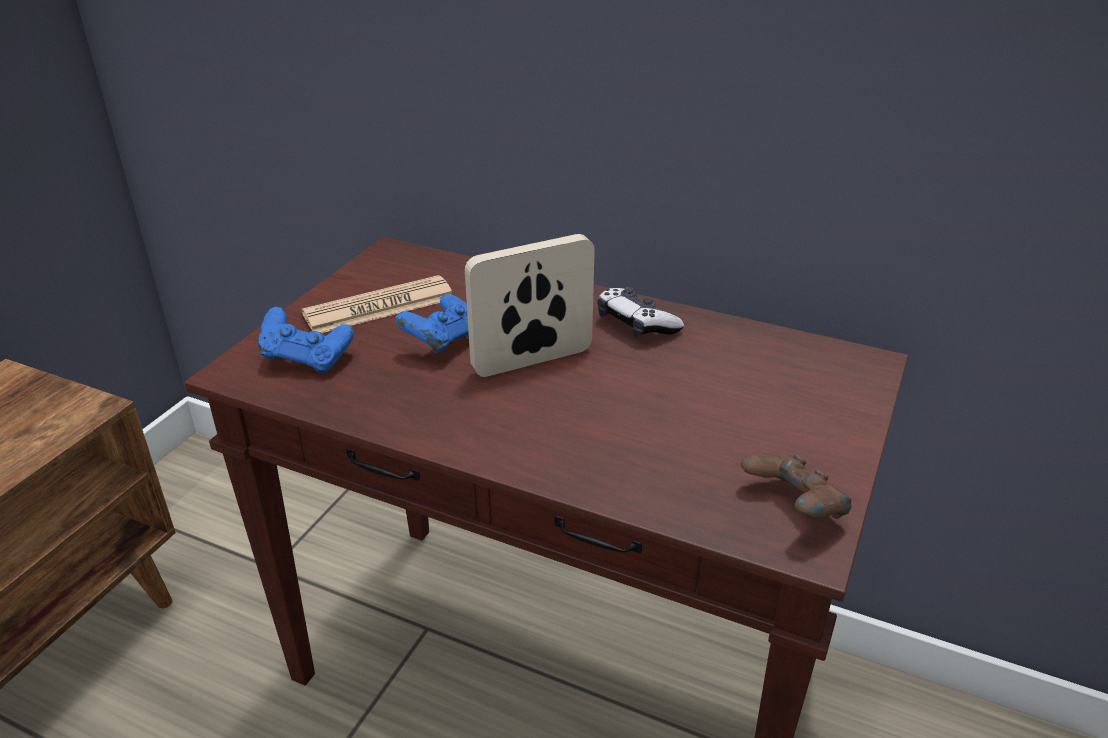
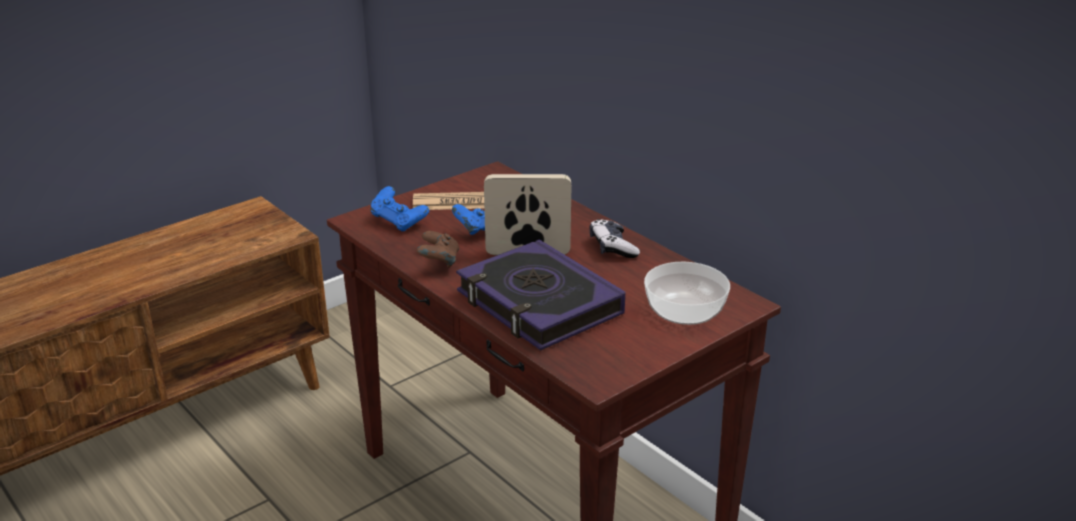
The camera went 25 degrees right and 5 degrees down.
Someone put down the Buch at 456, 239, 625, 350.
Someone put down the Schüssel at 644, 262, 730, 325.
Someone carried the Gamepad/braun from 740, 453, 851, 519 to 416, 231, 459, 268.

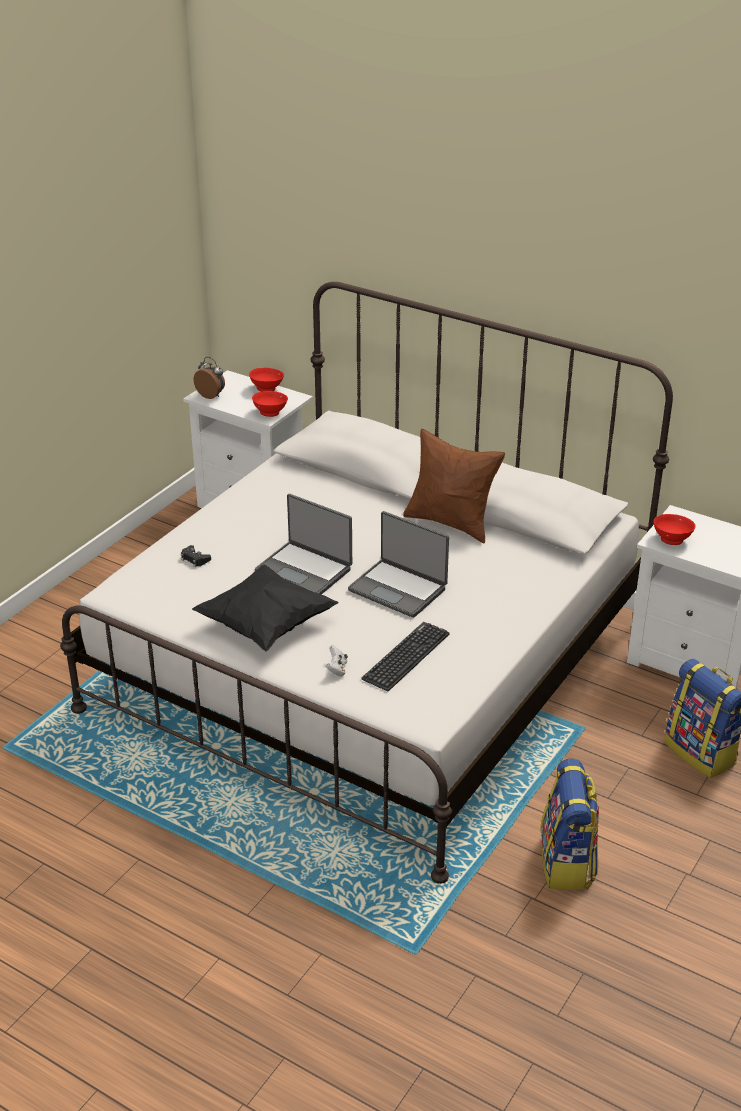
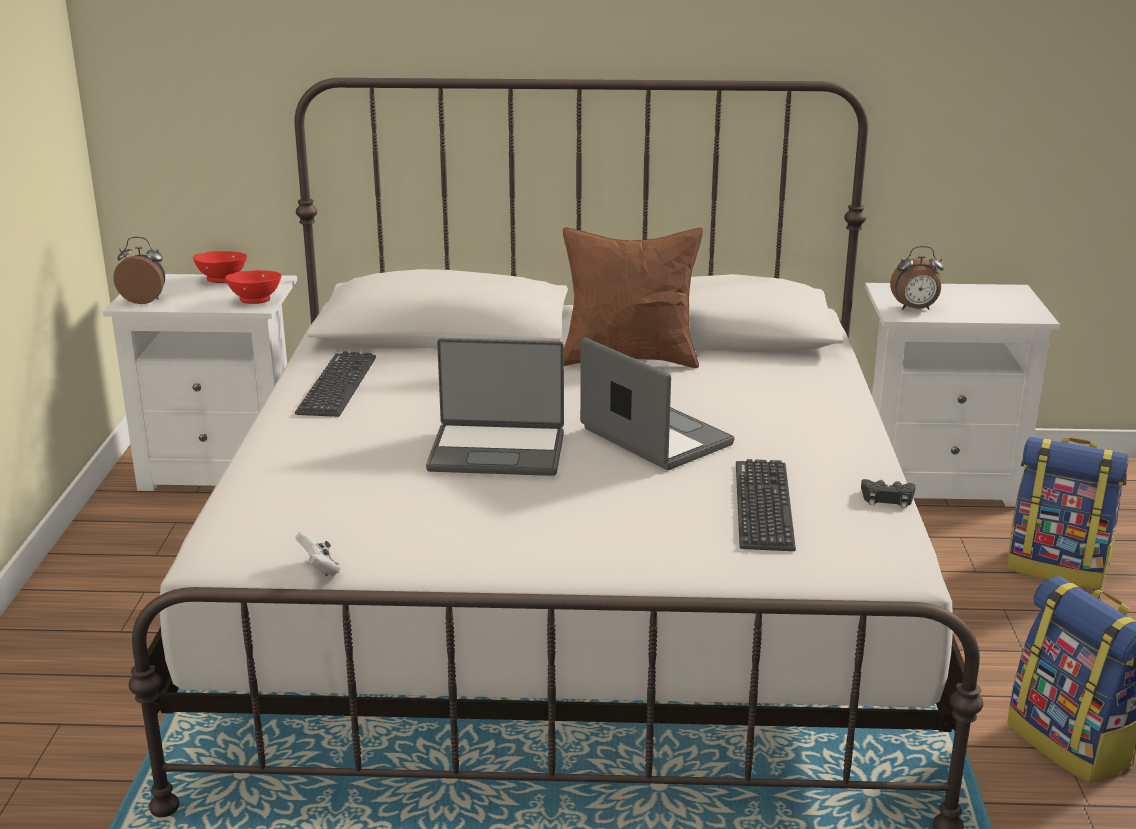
The camera went 30 degrees left and 10 degrees down.
Someone took away the Kissen/schwarz at 192, 565, 339, 651.
Someone put down the Tastatur at 295, 352, 376, 417.
Someone carried the Gamepad/schwarz from 181, 545, 211, 567 to 861, 479, 916, 508.
Someone carried the Gamepad/weiß from 326, 645, 348, 676 to 295, 532, 340, 576.
Someone swapped the Schüssel/rot at 654, 514, 696, 545 for the Wecker at 890, 246, 944, 310.
Someone rotated the Laptop at 348, 511, 449, 618 by 135 degrees counterclockwise.

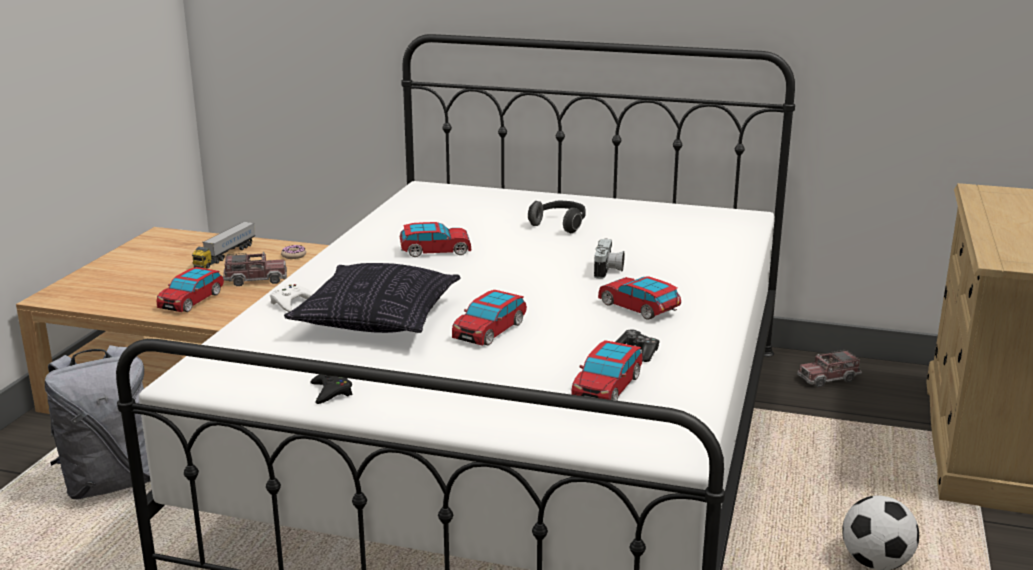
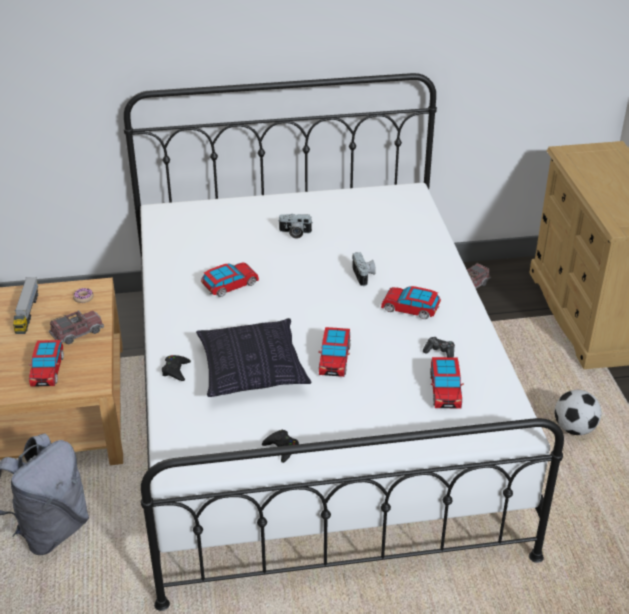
The camera went 25 degrees left and 15 degrees up.
Someone swapped the Kopfhörer at 528, 201, 586, 233 for the Kamera at 279, 214, 312, 239.
Someone repainted the Gamepad/weiß at 270, 284, 314, 312, which became the Gamepad/schwarz at 162, 355, 191, 381.

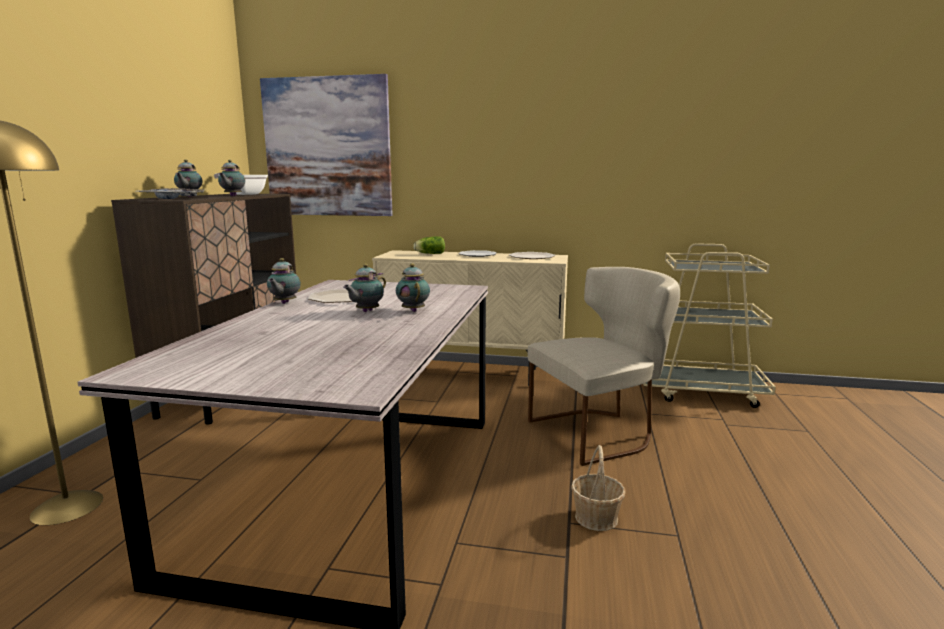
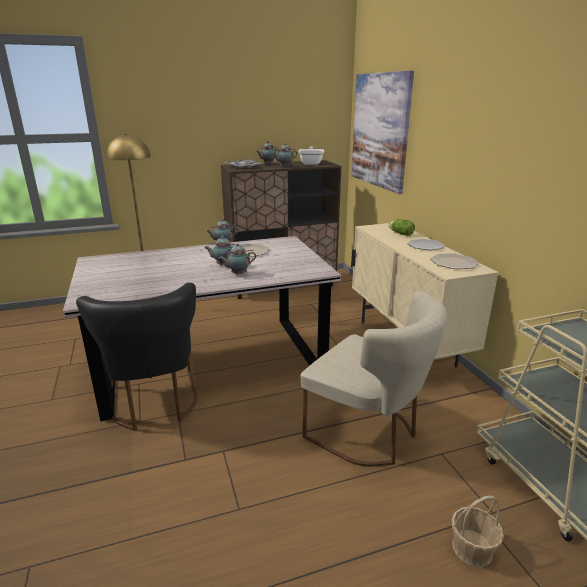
The camera went 60 degrees right and 10 degrees up.
Someone put down the Stuhl/schwarz at 76, 283, 197, 431.
Someone carried the Korb from 571, 445, 626, 531 to 451, 496, 504, 567.
Someone rotated the Teekanne at 396, 263, 430, 312 by 150 degrees counterclockwise.

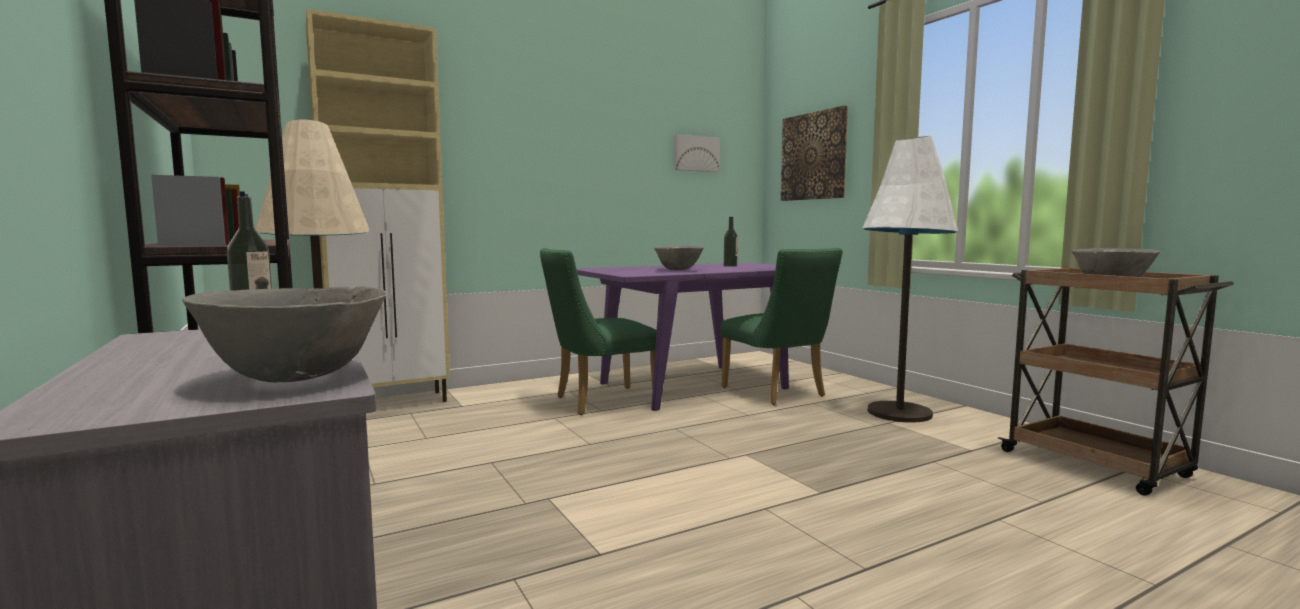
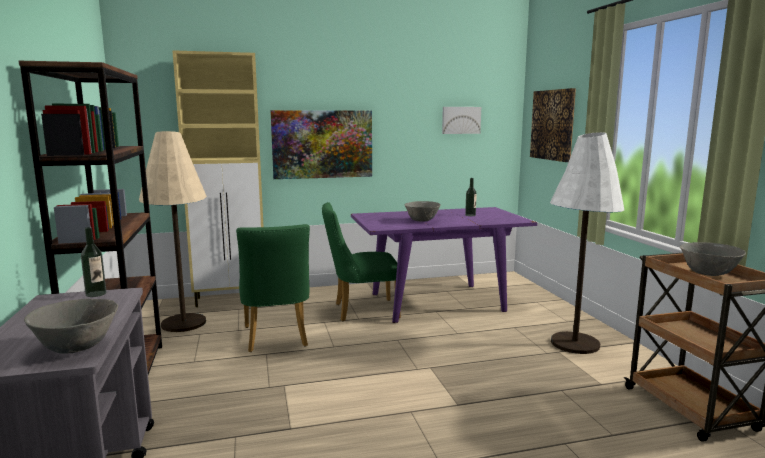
The camera went 15 degrees right and 5 degrees up.
Someone put up the Bild at 270, 110, 372, 179.
Someone carried the Stuhl/grün from 721, 248, 843, 405 to 236, 224, 310, 352.

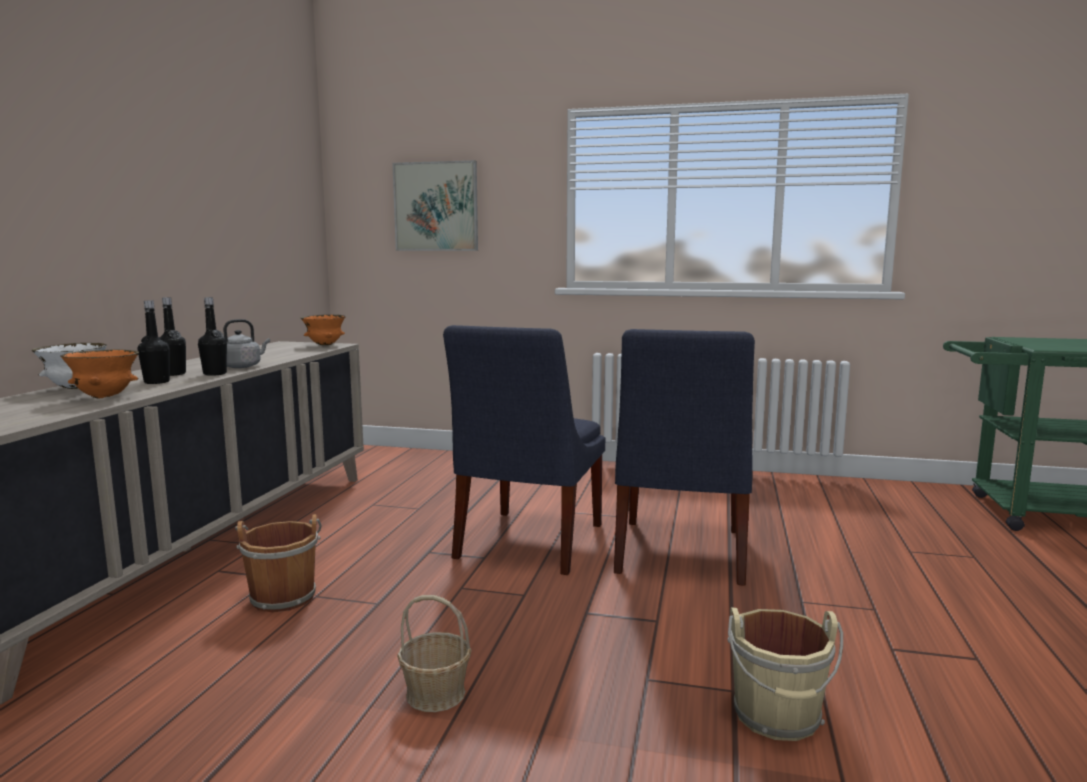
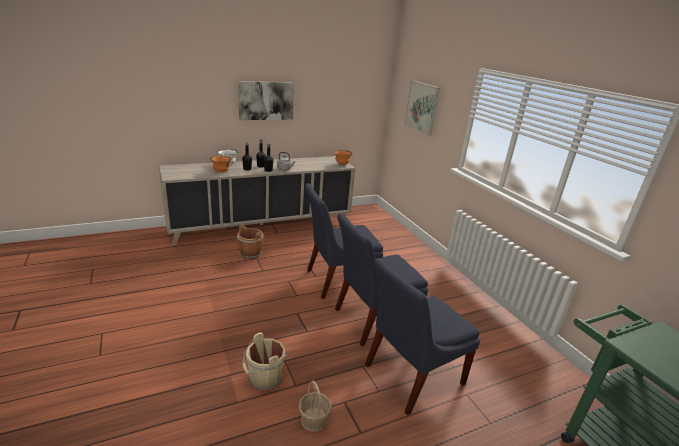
The camera went 50 degrees right and 15 degrees up.
Someone put up the Bild at 238, 81, 294, 120.
Someone put down the Stuhl/blau at 365, 259, 480, 415.
Someone carried the Korb from 397, 595, 471, 712 to 299, 381, 332, 432.

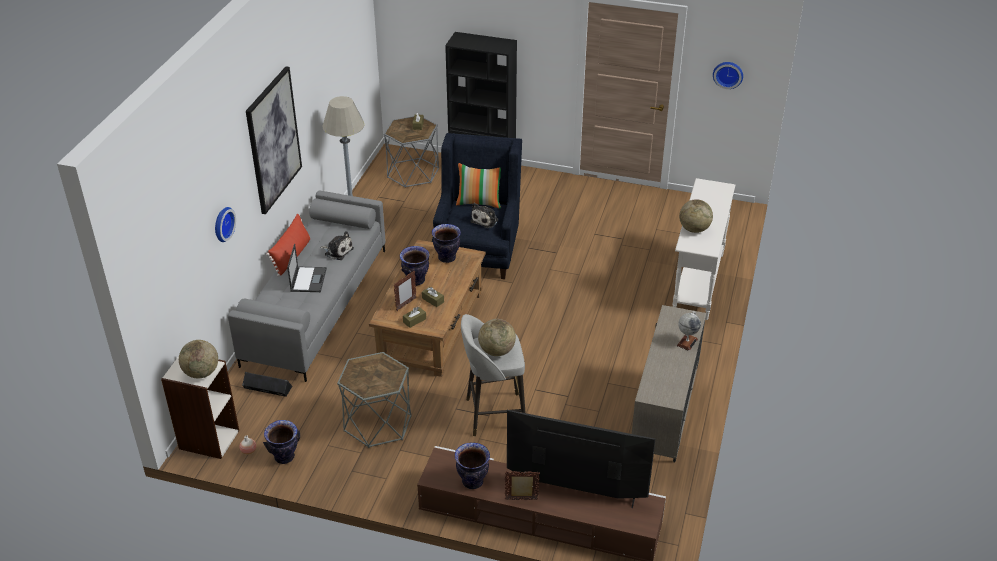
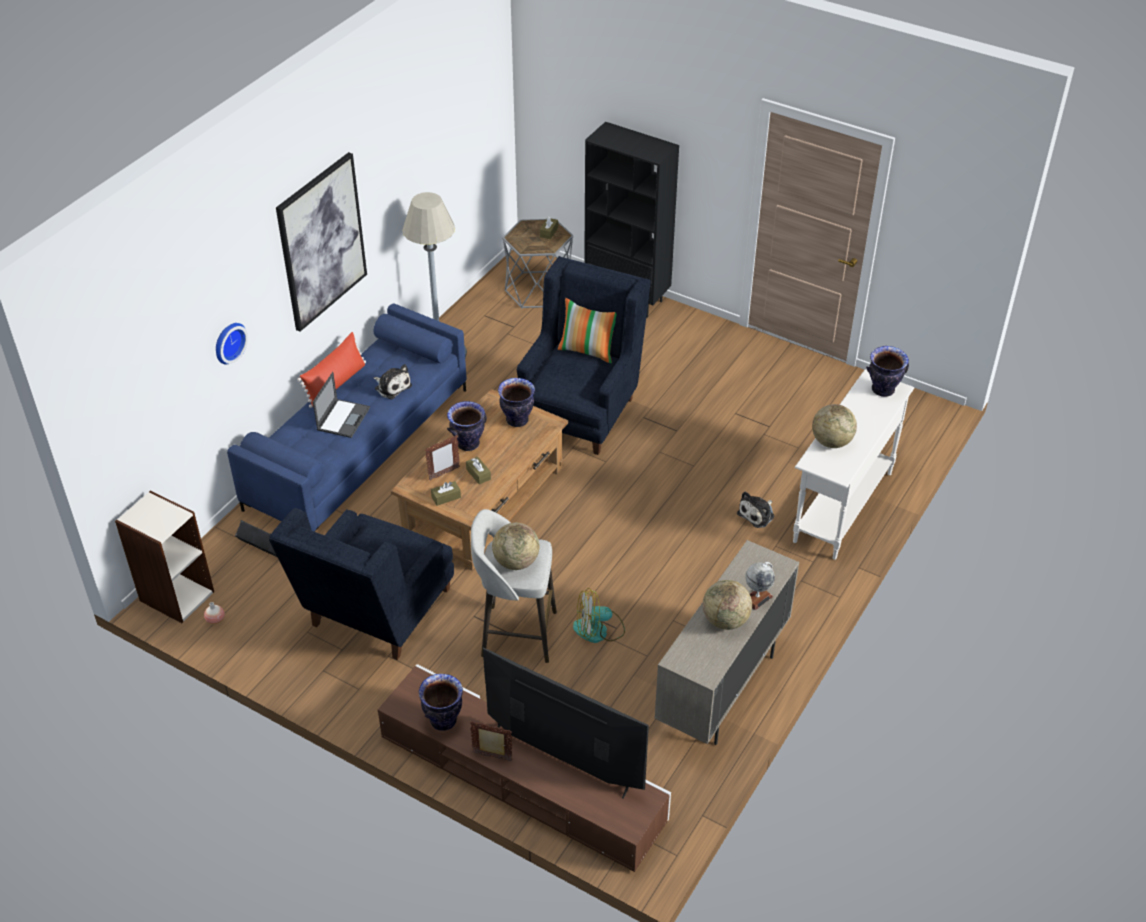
The camera went 15 degrees right and 5 degrees up.
Someone took away the Wanduhr at 713, 62, 743, 89.
Someone put down the Ventilator at 573, 588, 625, 643.
Someone carried the Globus from 179, 340, 218, 379 to 703, 580, 752, 630.
Someone carried the Vase from 263, 420, 300, 464 to 866, 346, 909, 397.
Someone carried the Plüschtier from 470, 203, 498, 228 to 737, 491, 774, 528.
Someone swapped the Beistelltisch/grau at 337, 352, 412, 448 for the Sessel/blau at 269, 508, 454, 660.
Someone repainted the Sofa/grau at 228, 190, 386, 382, which became the Sofa/blau at 227, 303, 467, 532.

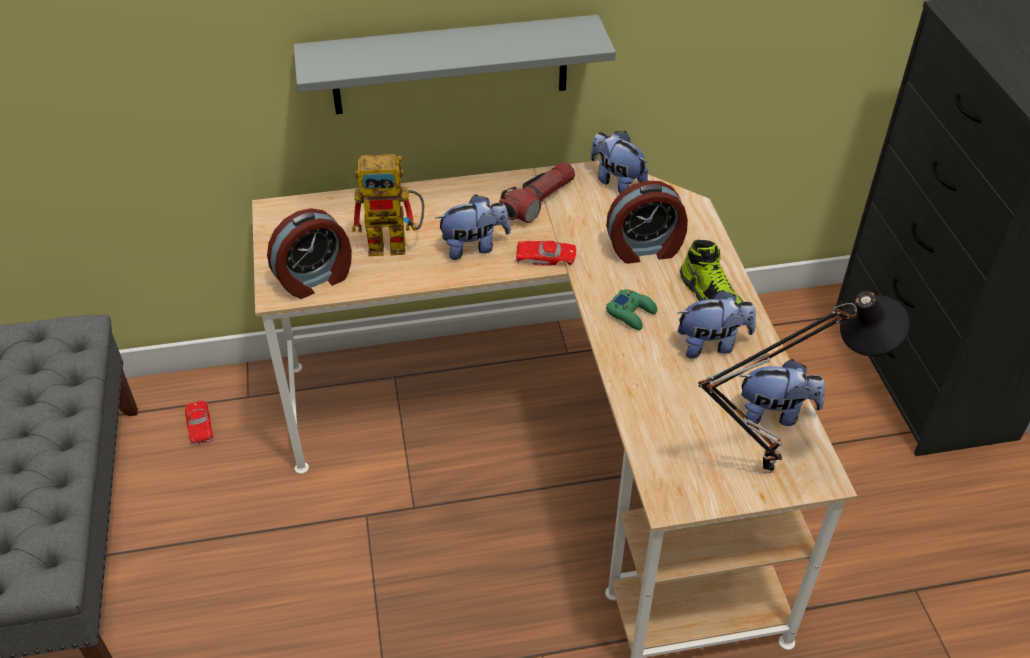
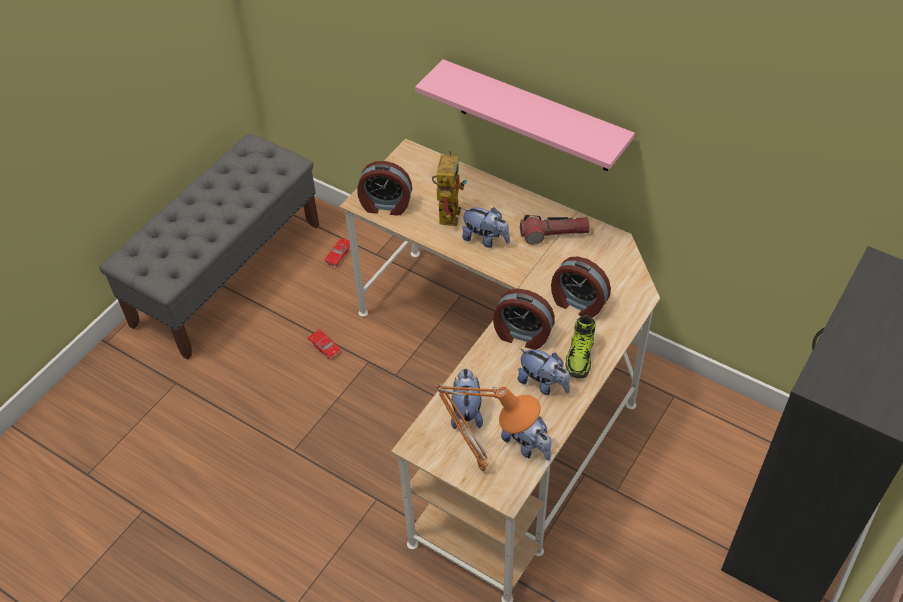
The camera went 45 degrees right and 5 degrees up.
Someone carried the Spielzeugauto/rot from 515, 241, 576, 266 to 307, 329, 341, 359.
Someone carried the Plüschtier from 591, 131, 648, 194 to 451, 368, 483, 429.
Someone swapped the Gamepad/grün at 606, 289, 657, 330 for the Wecker at 493, 289, 555, 350.
Someone repainted the Wandregal/grau at 293, 15, 616, 114, which became the Wandregal/rosa at 415, 59, 635, 171.
Someone repainted the Tischlampe/schwarz at 698, 291, 910, 473, which became the Tischlampe/orange at 435, 384, 541, 473.
Someone rotated the Spielzeugroboter at 352, 154, 424, 256 by 120 degrees counterclockwise.

